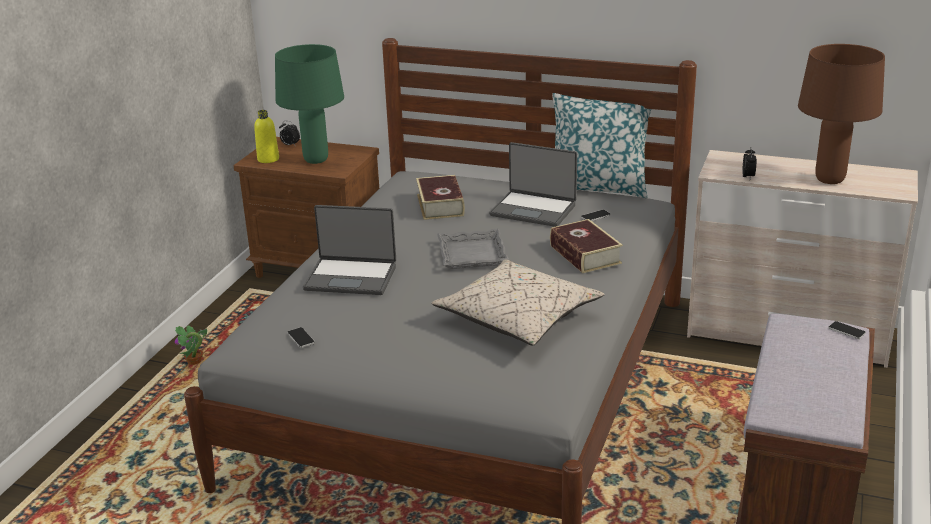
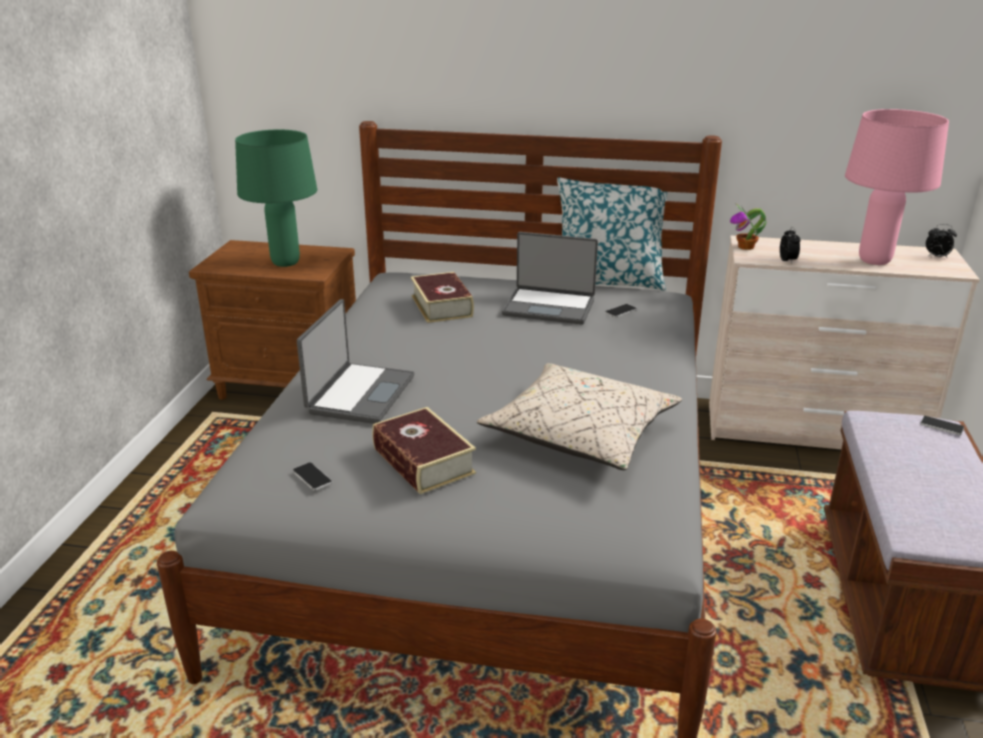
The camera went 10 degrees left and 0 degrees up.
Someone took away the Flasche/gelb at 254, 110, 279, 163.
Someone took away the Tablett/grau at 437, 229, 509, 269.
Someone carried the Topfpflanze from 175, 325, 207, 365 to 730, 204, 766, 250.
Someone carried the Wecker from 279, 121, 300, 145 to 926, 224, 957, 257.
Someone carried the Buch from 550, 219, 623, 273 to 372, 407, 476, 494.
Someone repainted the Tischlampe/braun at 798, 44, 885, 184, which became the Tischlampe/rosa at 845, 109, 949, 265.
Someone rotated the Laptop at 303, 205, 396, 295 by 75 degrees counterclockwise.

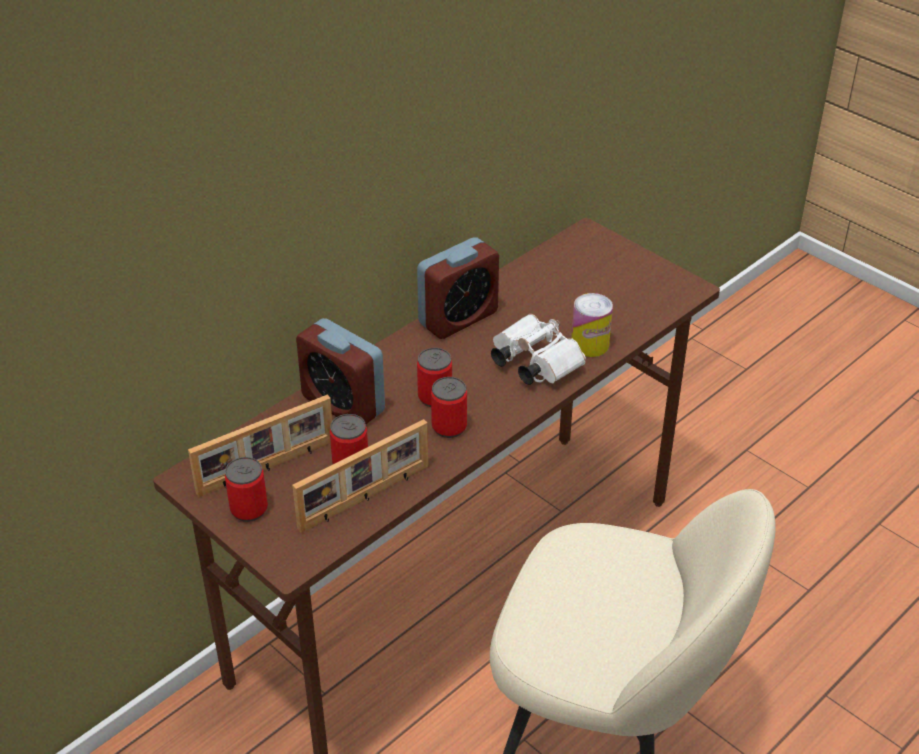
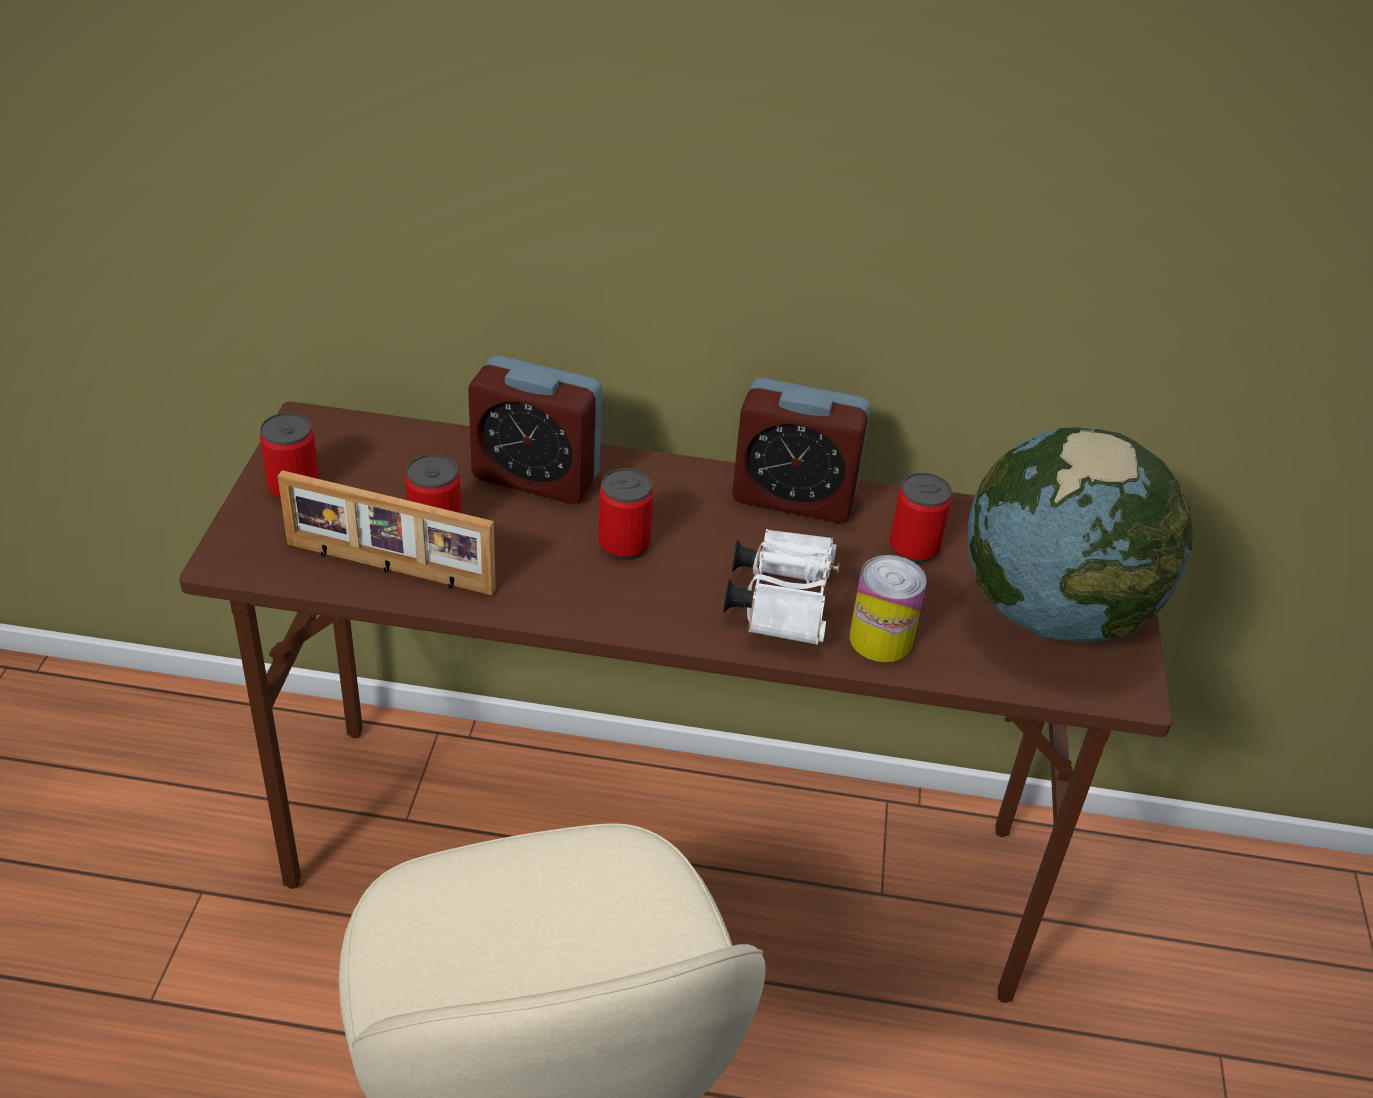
The camera went 50 degrees right and 0 degrees up.
Someone took away the Bilderrahmen at 188, 394, 332, 498.
Someone put down the Globus at 968, 427, 1193, 643.
Someone carried the Dose from 431, 377, 467, 438 to 889, 473, 952, 563.
Someone rotated the Wecker at 296, 318, 385, 424 by 75 degrees counterclockwise.

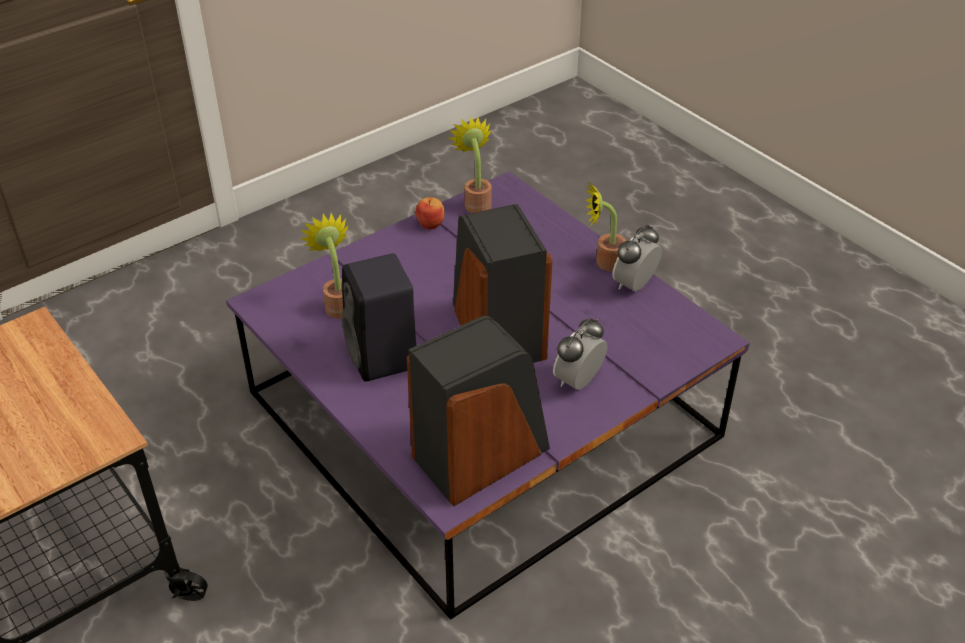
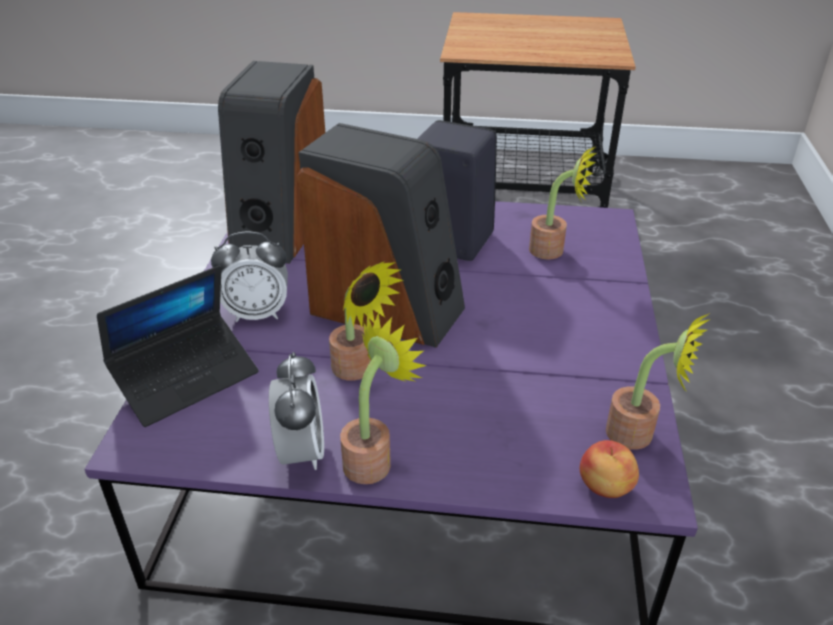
The camera went 135 degrees right and 5 degrees down.
Someone put down the Laptop at 97, 265, 258, 427.
Someone put down the Topfpflanze at 329, 261, 404, 381.
Someone carried the Apfel from 415, 197, 445, 230 to 580, 440, 639, 498.
Someone rotated the Wecker at 553, 318, 608, 390 by 90 degrees clockwise.

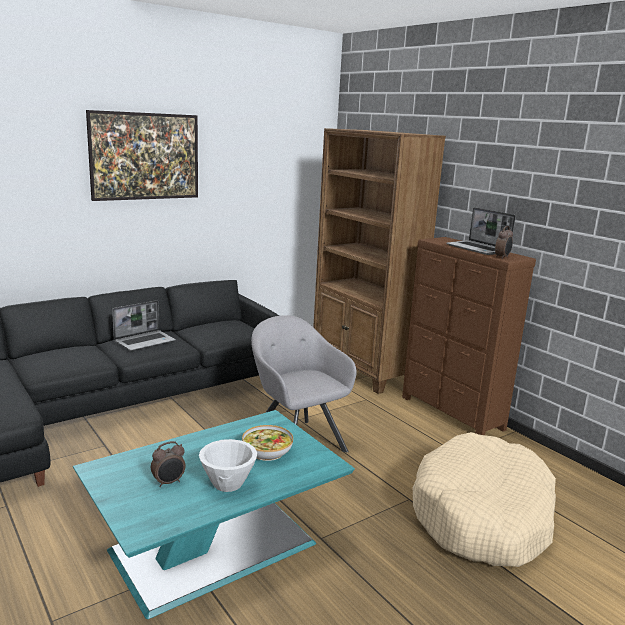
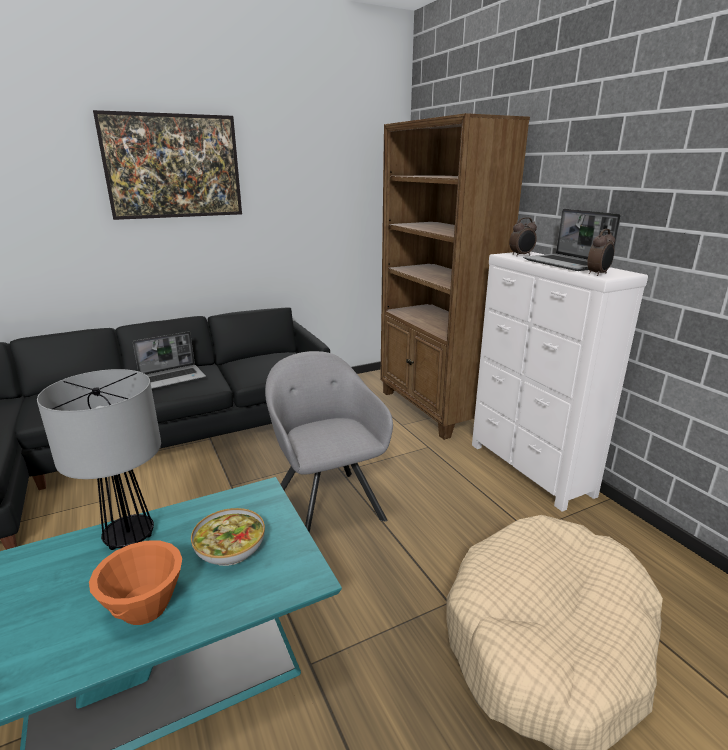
The camera went 10 degrees right and 5 degrees up.
Someone put down the Tischlampe at 37, 369, 161, 550.
Someone carried the Wecker from 151, 441, 186, 487 to 509, 217, 537, 256.
Someone repainted the Schüssel/weiß at 199, 439, 257, 492, which became the Schüssel/orange at 89, 540, 182, 625.
Someone repainted the Kommode/braun at 402, 237, 536, 435, which became the Kommode/weiß at 472, 252, 648, 512.

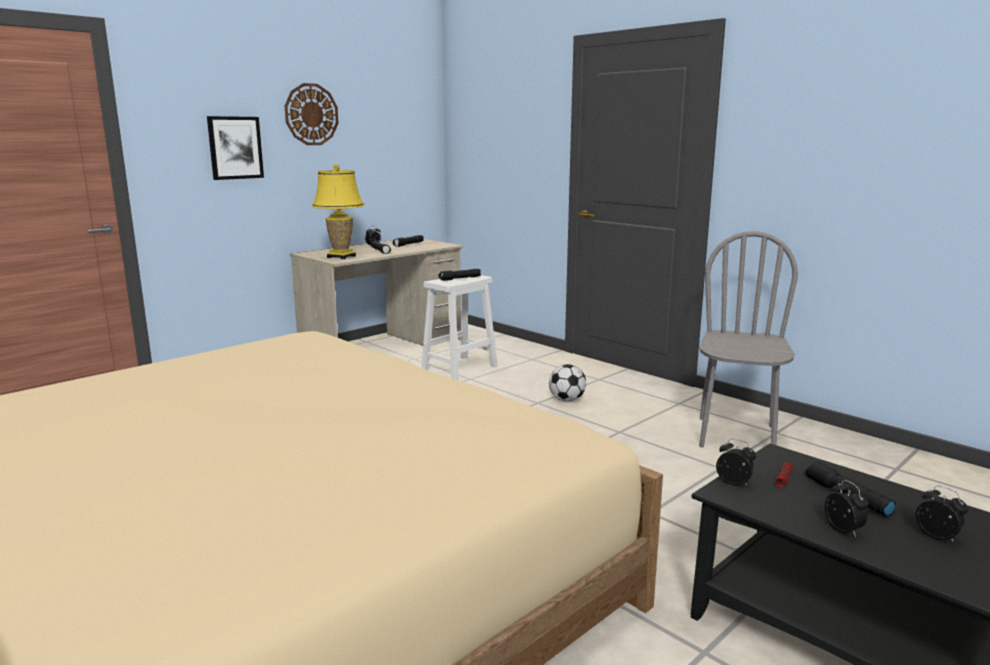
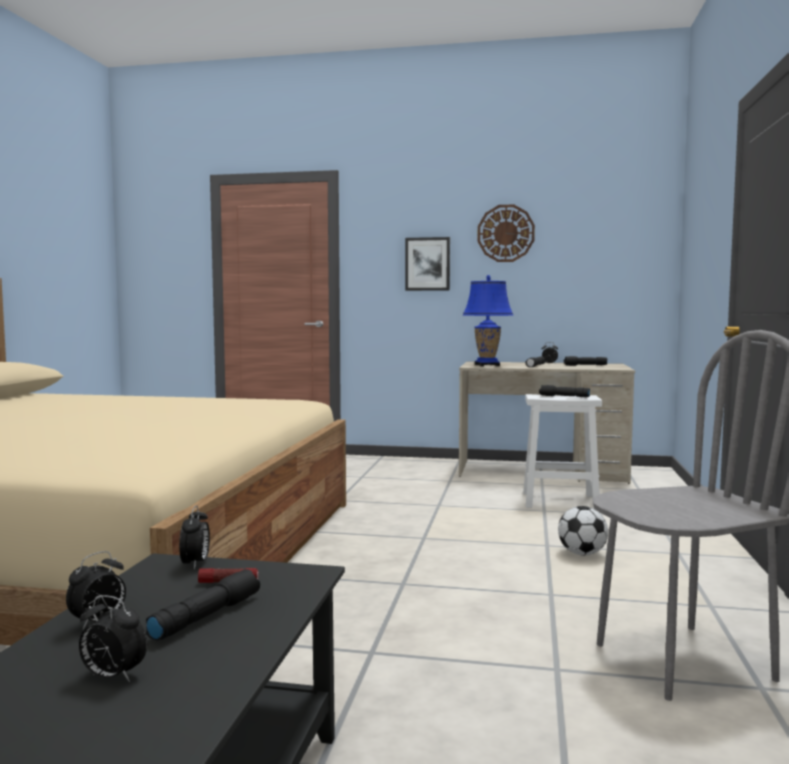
The camera went 55 degrees right and 10 degrees down.
Someone repainted the Tischlampe/gelb at 312, 164, 365, 259, which became the Tischlampe/blau at 463, 275, 513, 367.
Someone rotated the Wecker at 916, 486, 968, 542 by 90 degrees clockwise.

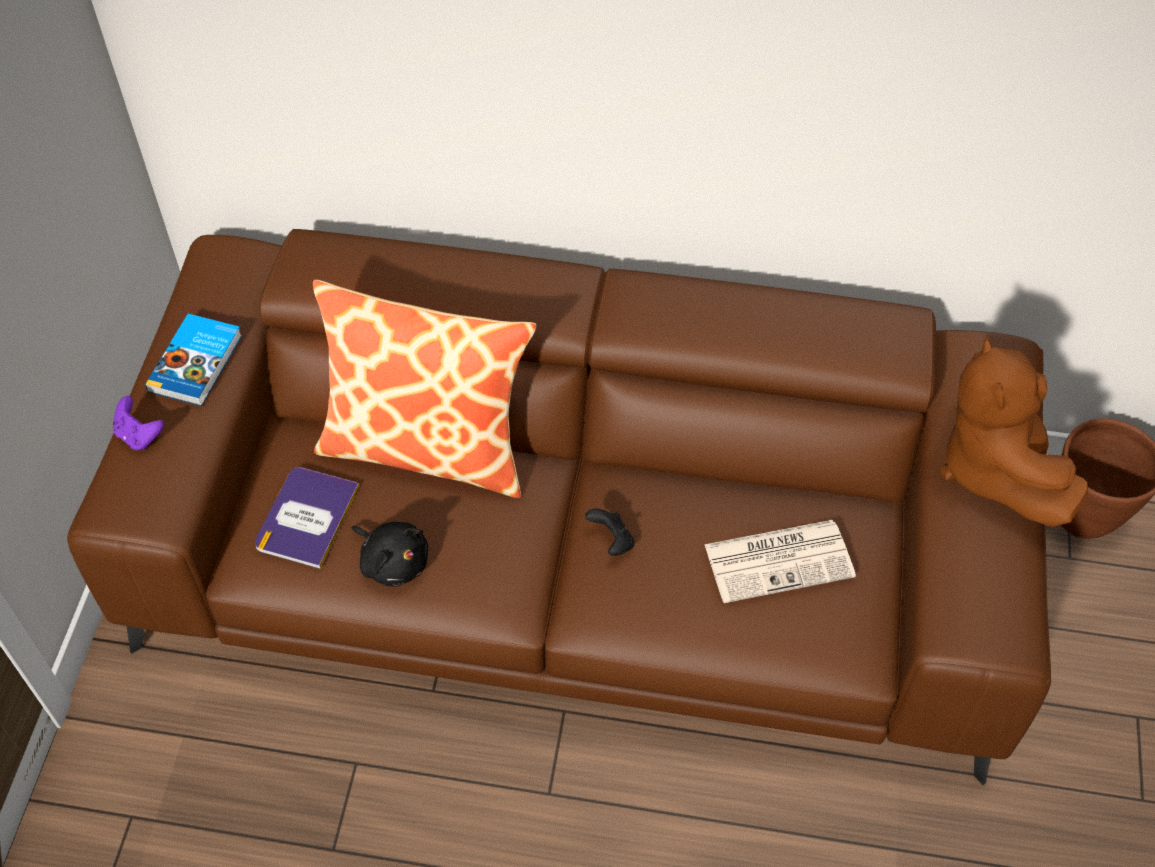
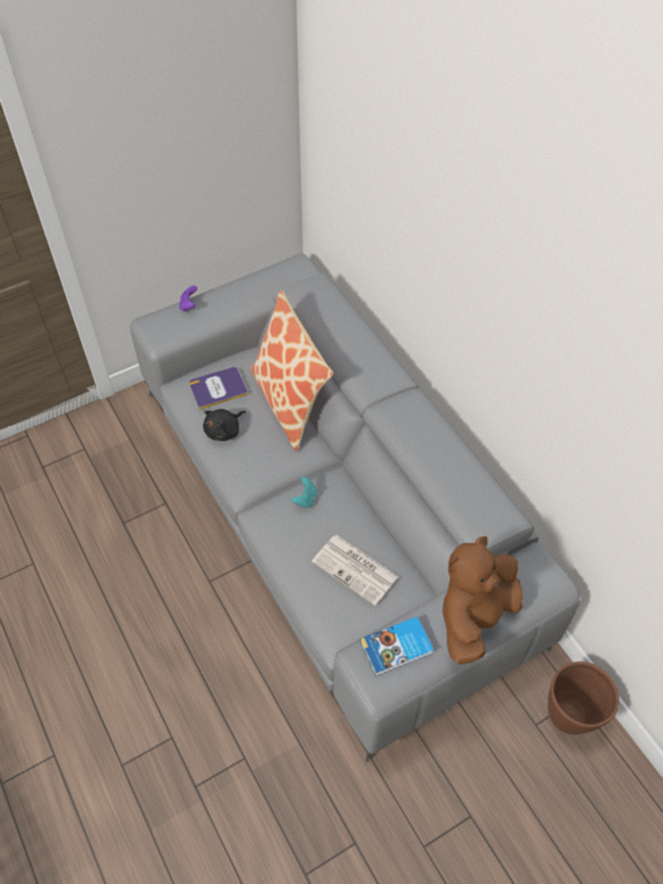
The camera went 50 degrees right and 0 degrees up.
Someone carried the Buch from 145, 314, 242, 406 to 360, 617, 434, 676.
Someone repainted the Sofa/braun at 67, 229, 1051, 785, which became the Sofa/grau at 130, 253, 581, 762.
Someone repainted the Gamepad/schwarz at 585, 509, 635, 556, which became the Gamepad/türkis at 291, 477, 317, 508.
Someone rotated the Plüschtier/schwarz at 352, 522, 428, 587 by 45 degrees clockwise.

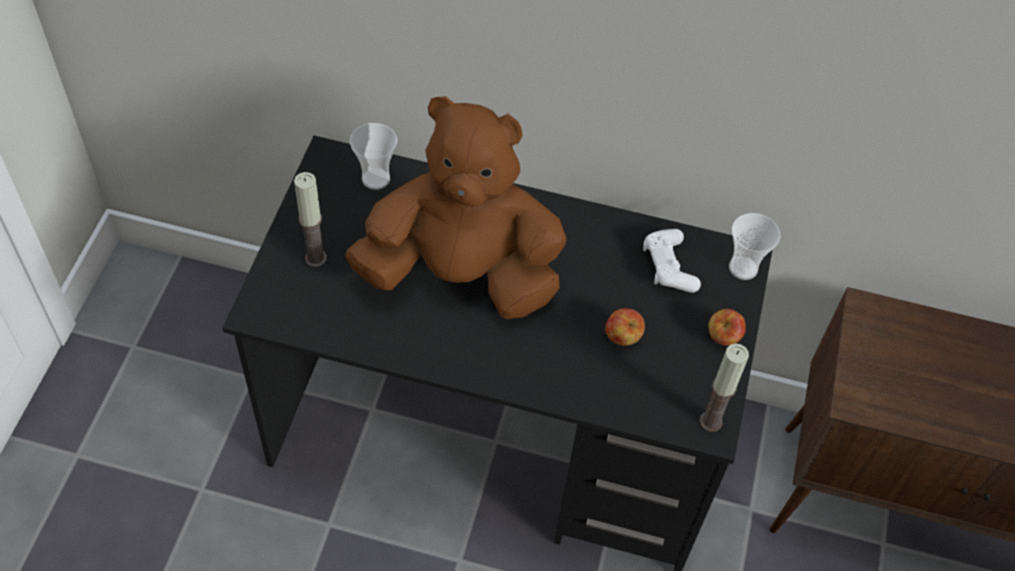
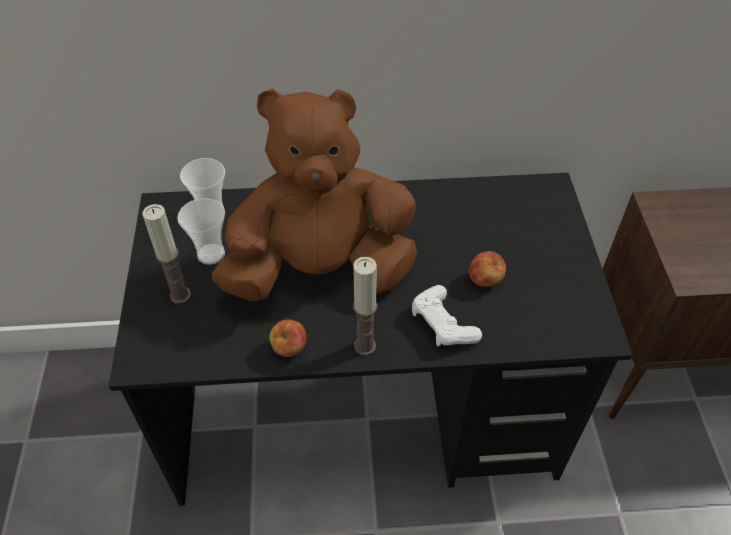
The camera went 15 degrees left and 5 degrees down.
Someone carried the Gamepad/weiß from 643, 229, 701, 293 to 412, 285, 482, 347.
Someone carried the Kerze from 700, 343, 749, 432 to 353, 257, 377, 356.
Someone carried the Apfel from 708, 309, 746, 346 to 269, 319, 307, 357.
Someone carried the Tasse from 729, 213, 780, 280 to 177, 198, 225, 265.

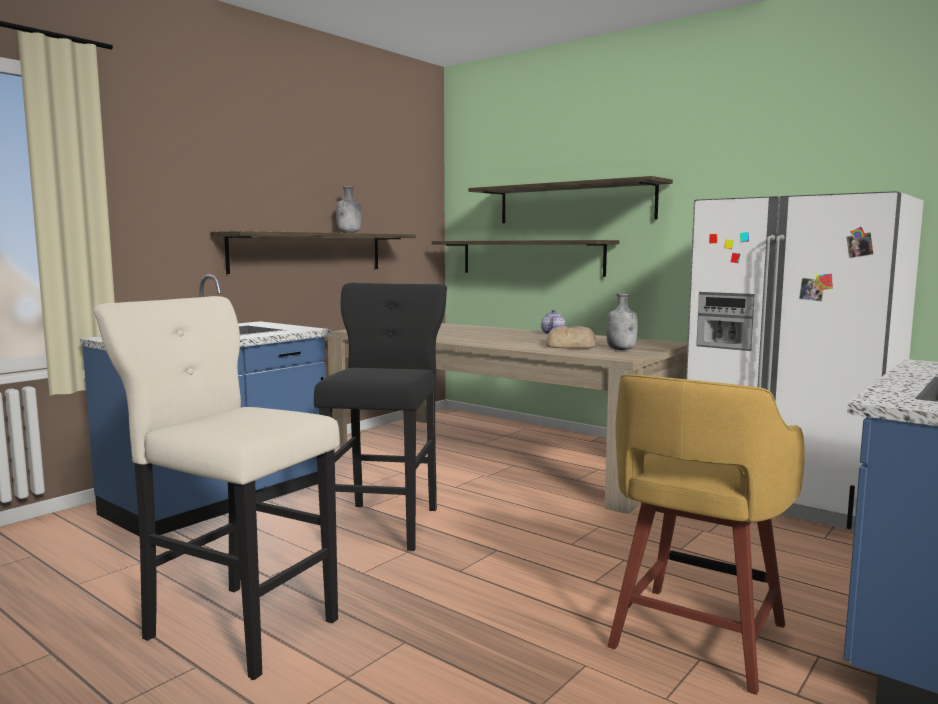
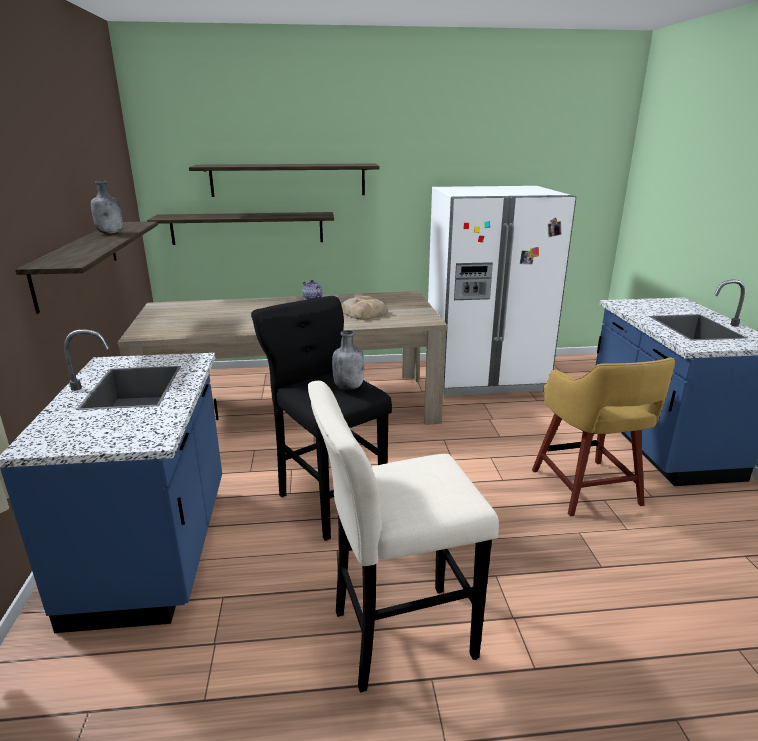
The camera went 45 degrees left and 15 degrees up.
Someone carried the Flasche/grau from 607, 293, 638, 350 to 332, 330, 364, 390.

